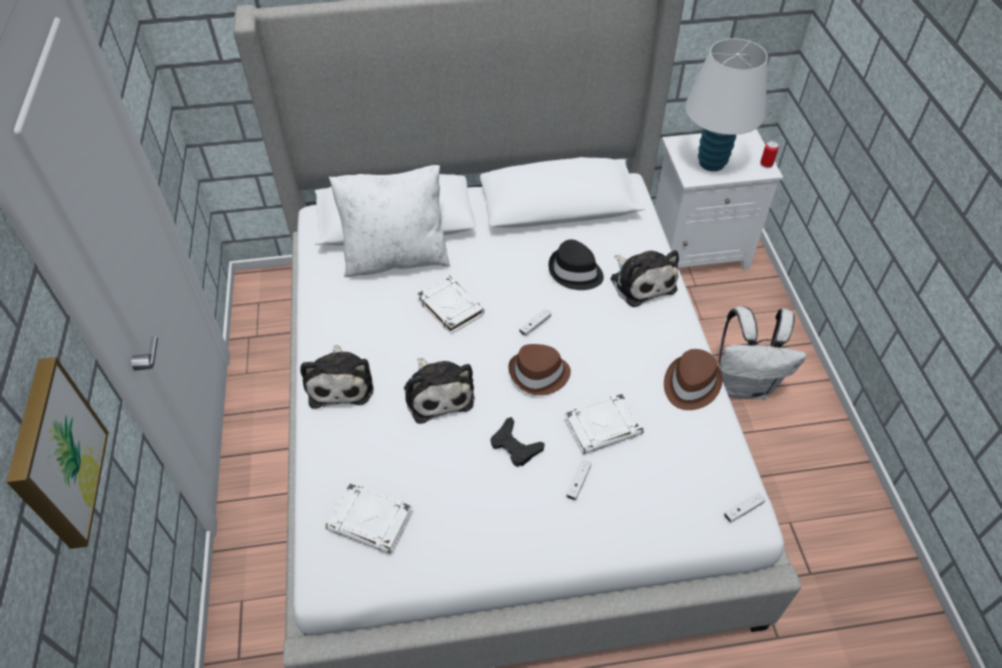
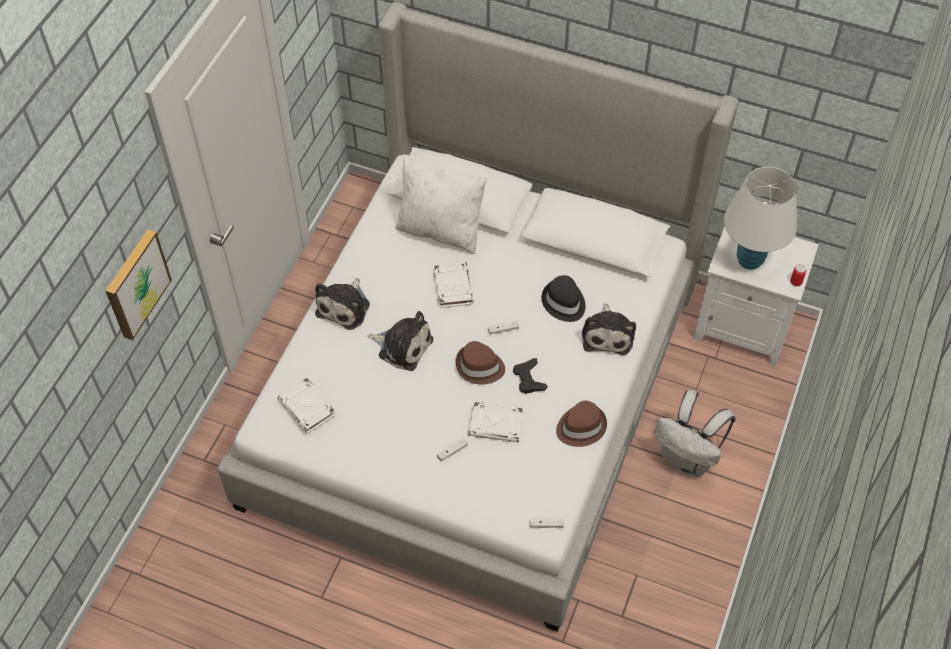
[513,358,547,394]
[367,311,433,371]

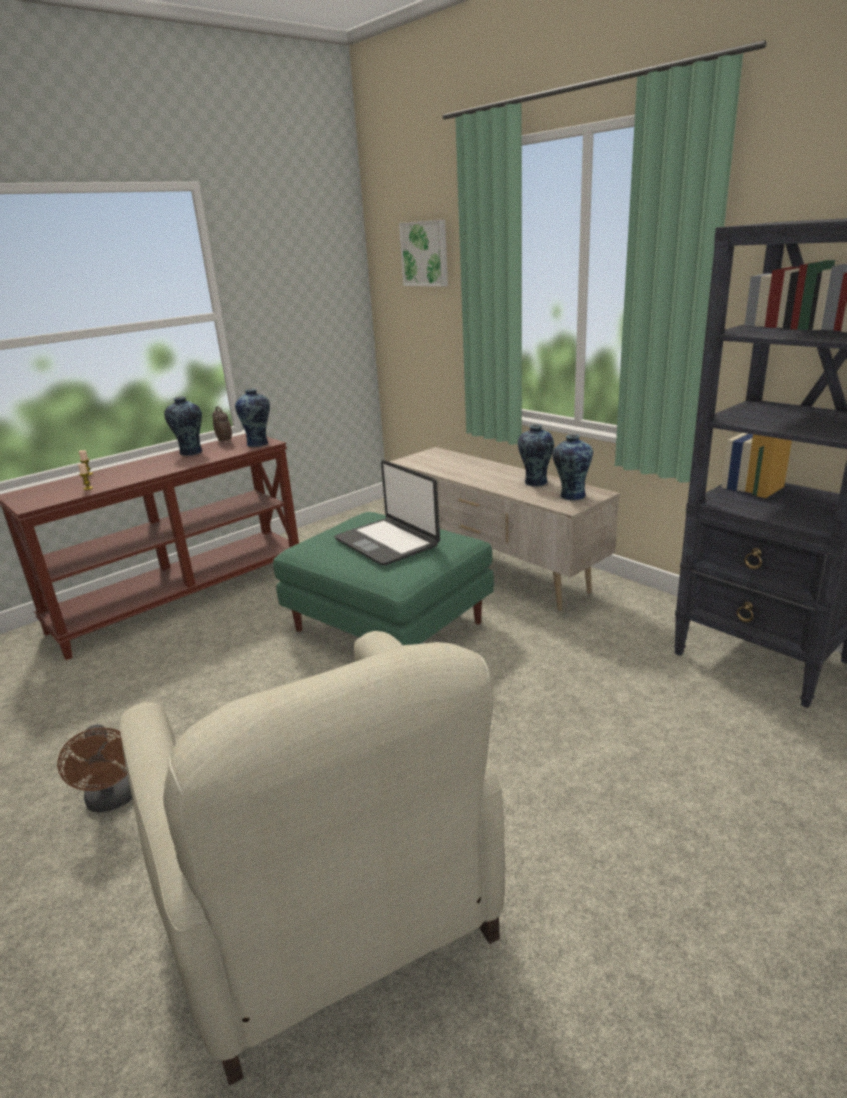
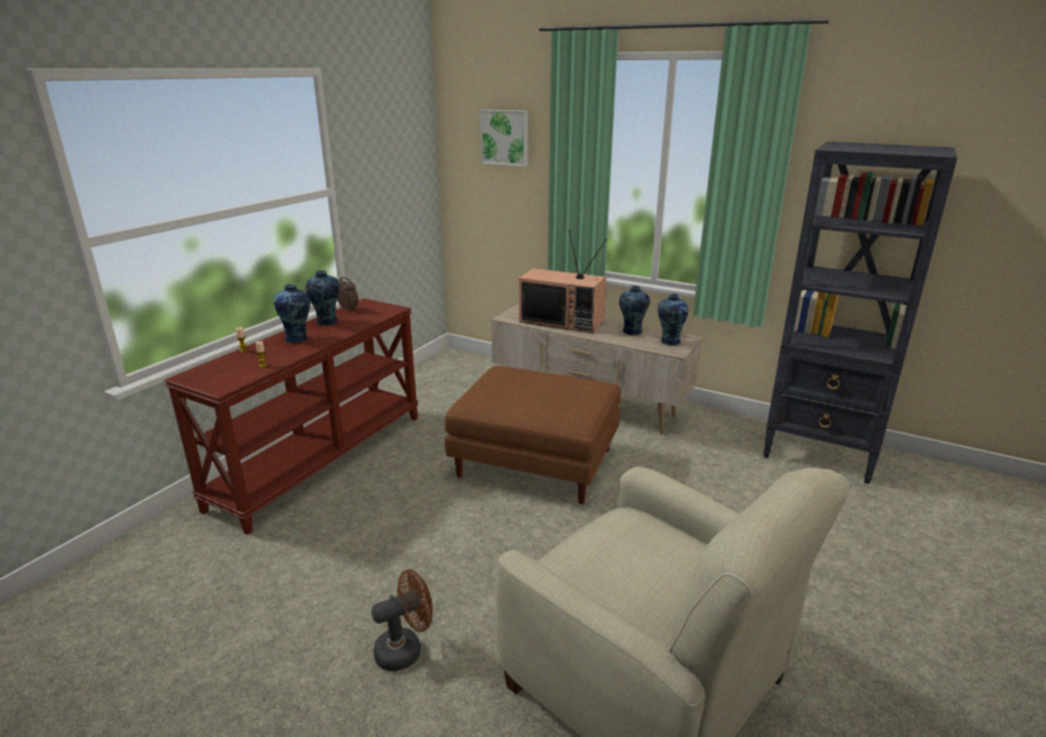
[334,460,440,565] (first image)
[519,230,607,333]
[274,284,310,343]
[445,366,621,504]
[371,569,433,671]

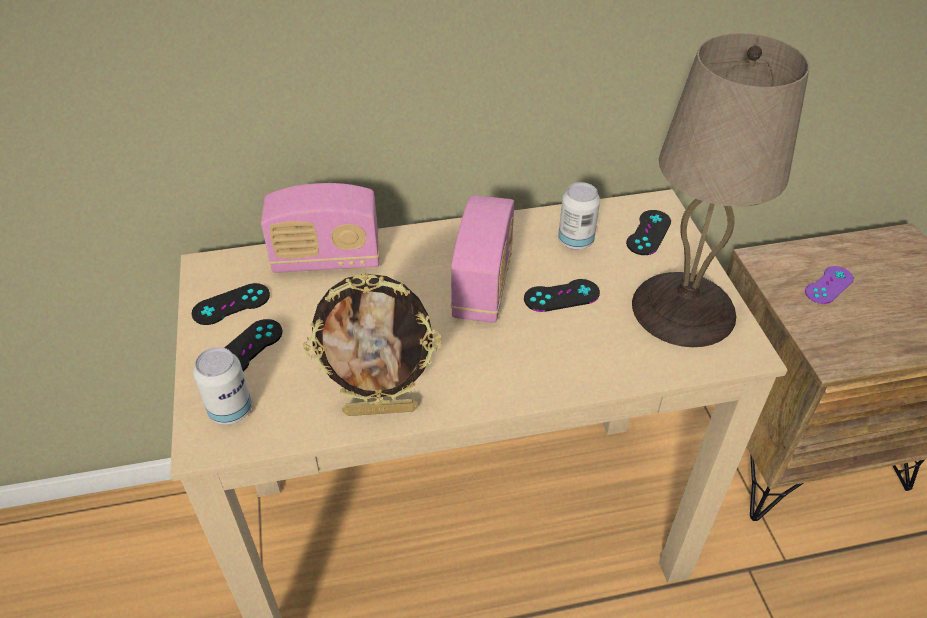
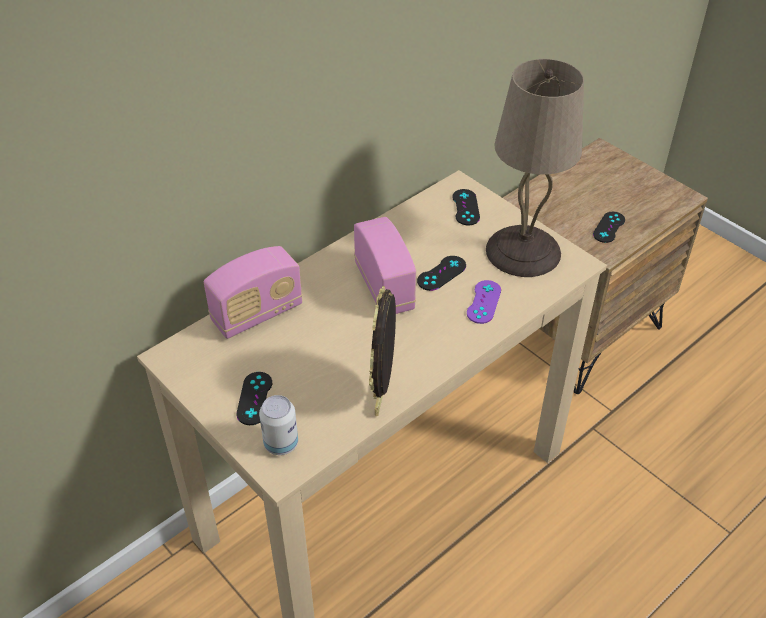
[558,182,600,250] (first image)
[593,212,625,243]
[467,280,501,324]
[369,286,396,416]

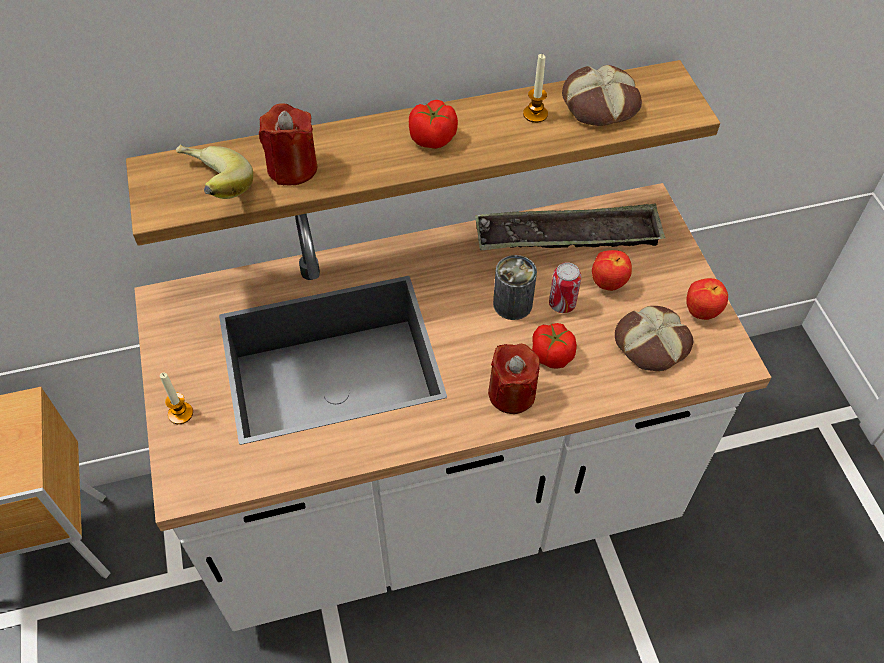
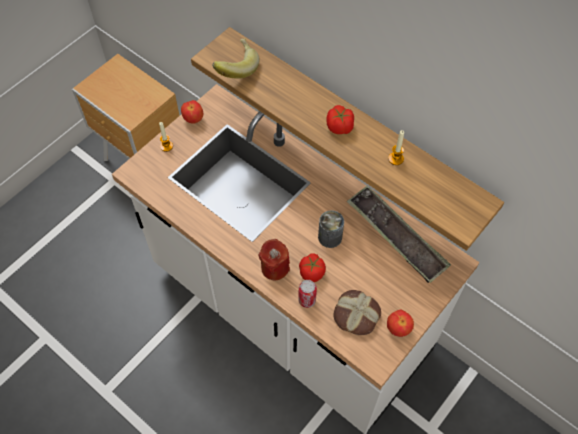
[259,103,317,186] (first image)
[562,65,642,126] (first image)
[298,280,317,308]
[181,100,203,123]

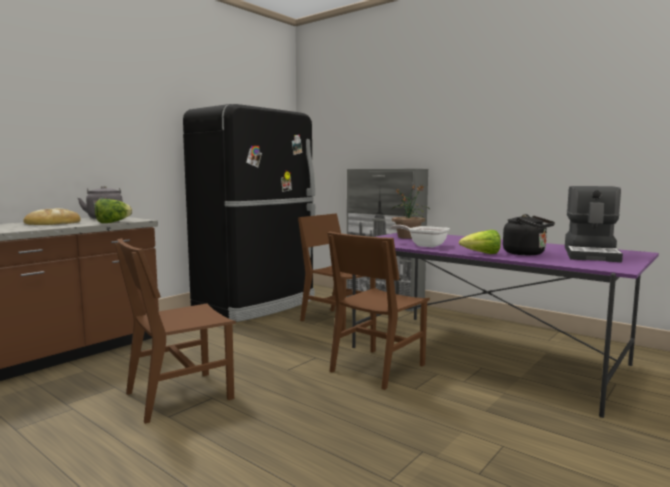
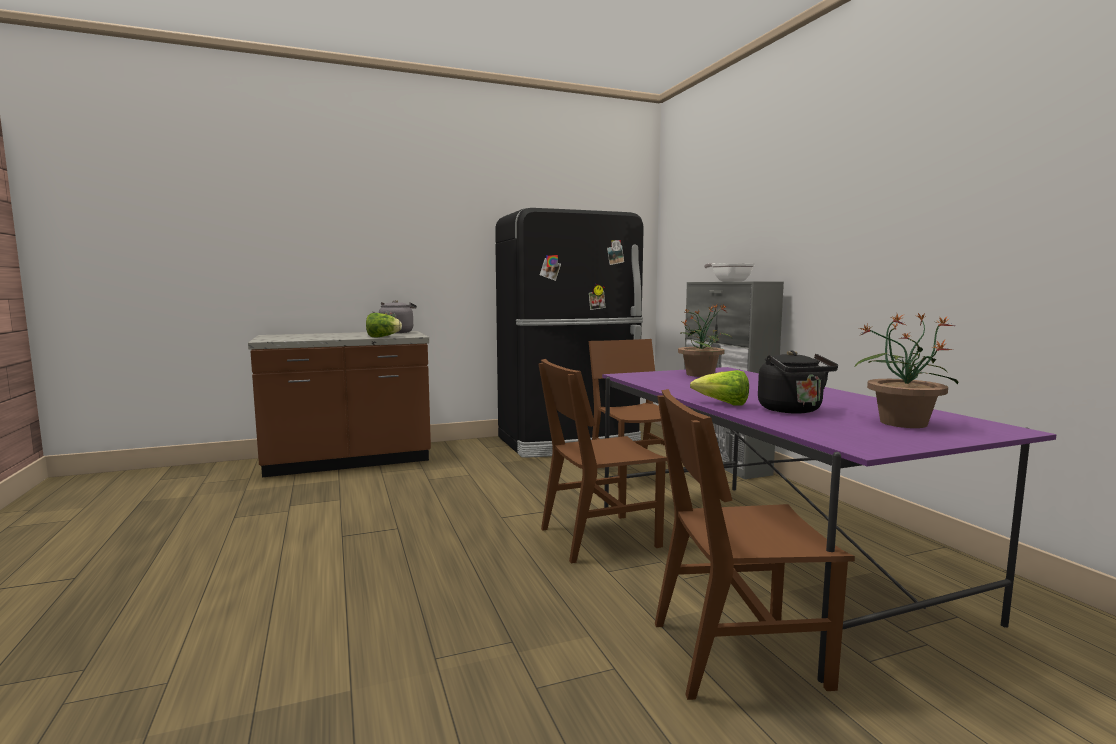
[23,208,81,225] (first image)
[655,389,855,700]
[704,263,755,282]
[854,313,959,428]

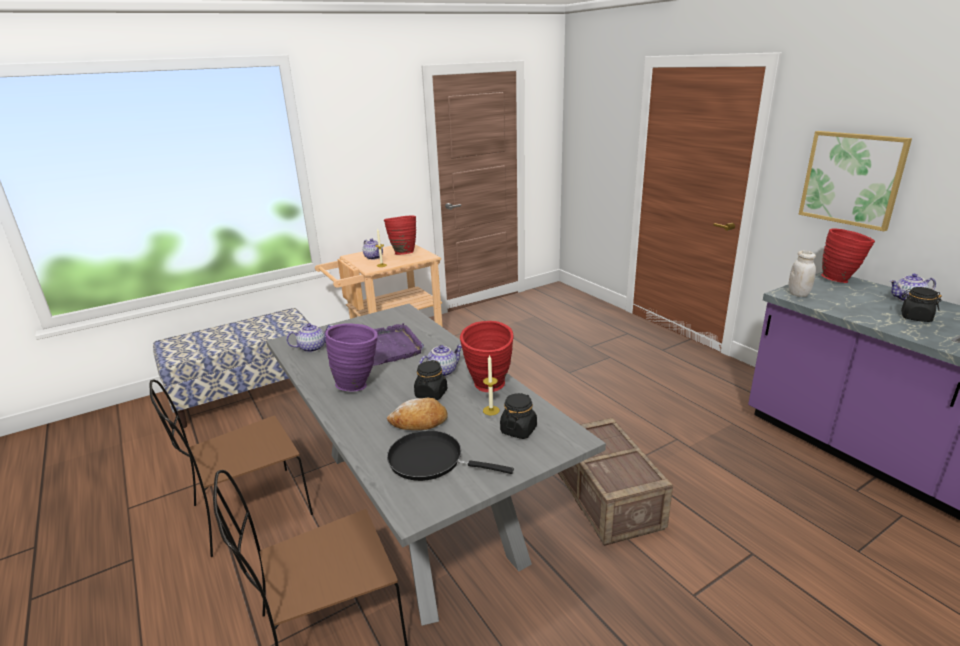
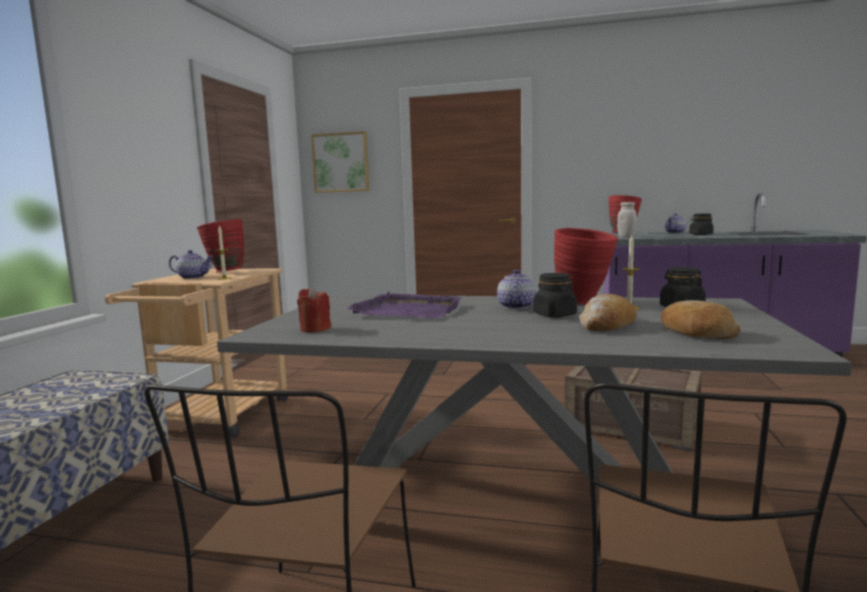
[325,323,378,391] (first image)
[311,131,369,193]
[297,287,331,333]
[661,300,740,339]

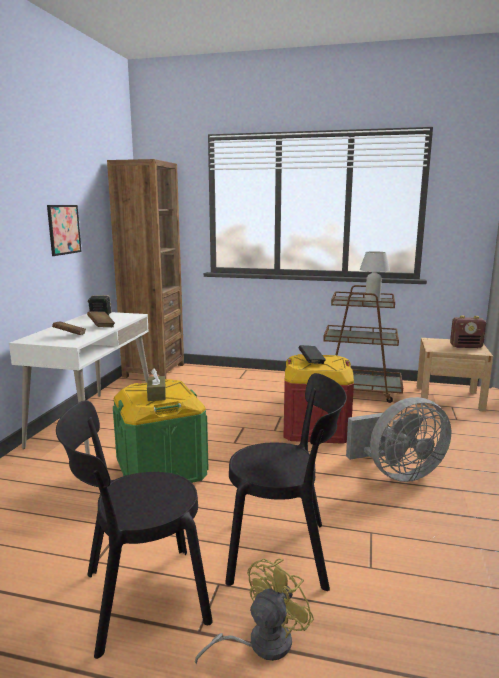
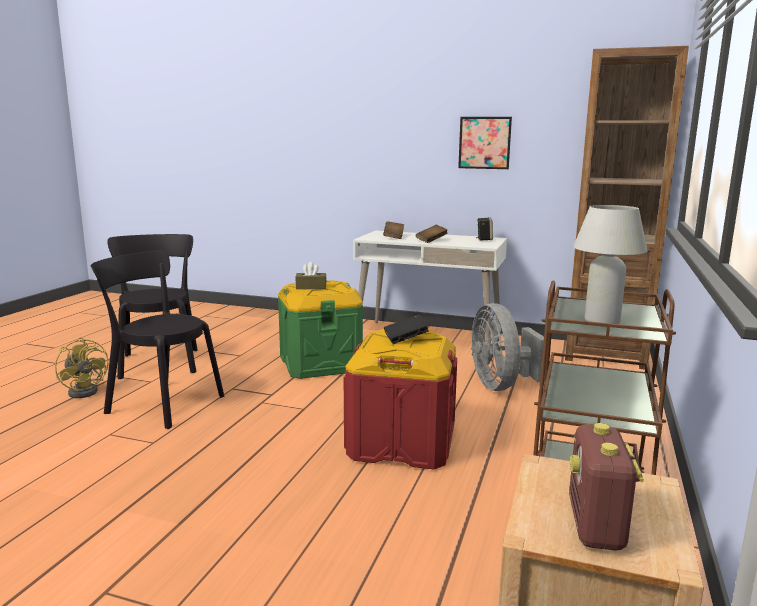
[471,303,545,391]
[91,250,224,429]

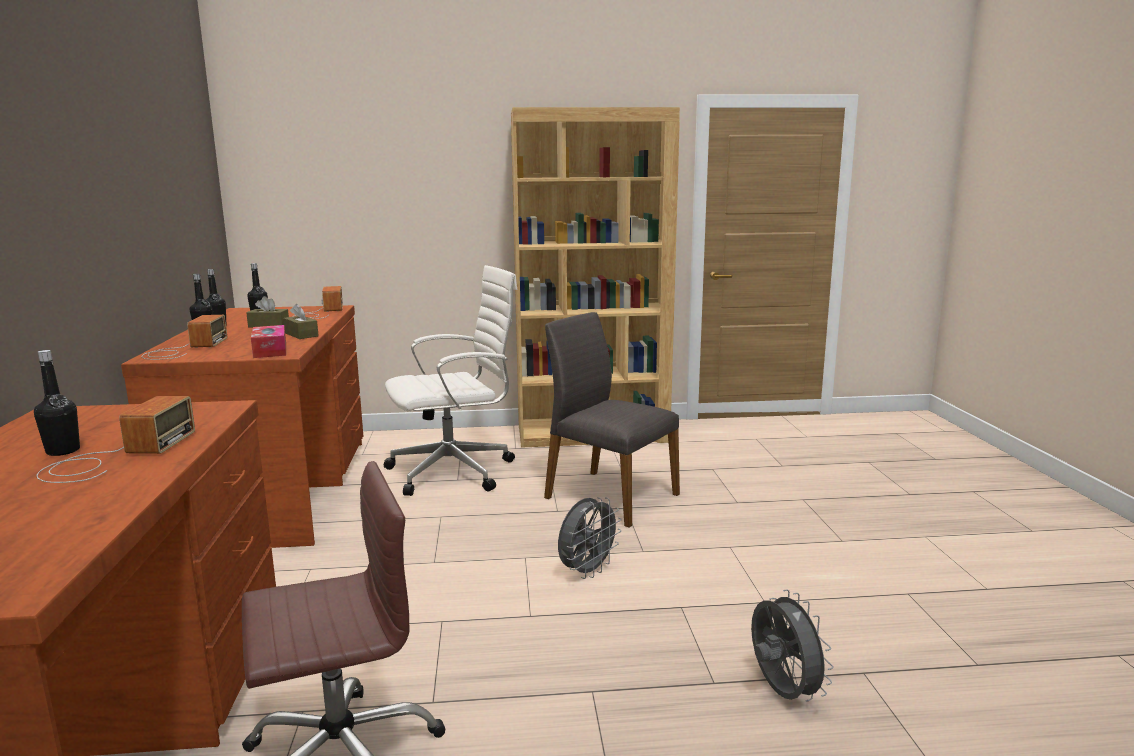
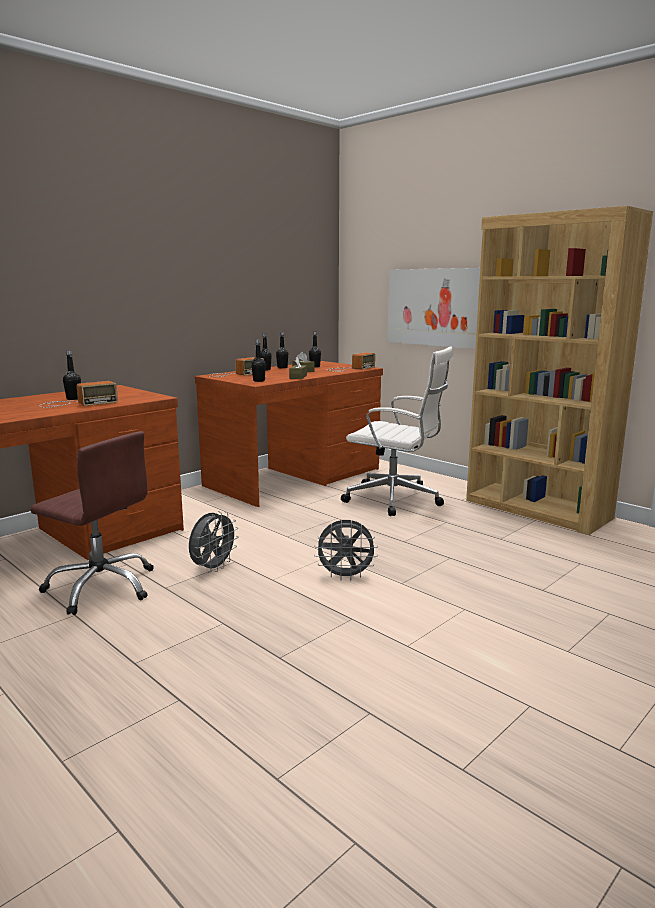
[544,312,680,527] (first image)
[387,268,480,349]
[189,511,239,573]
[251,339,266,382]

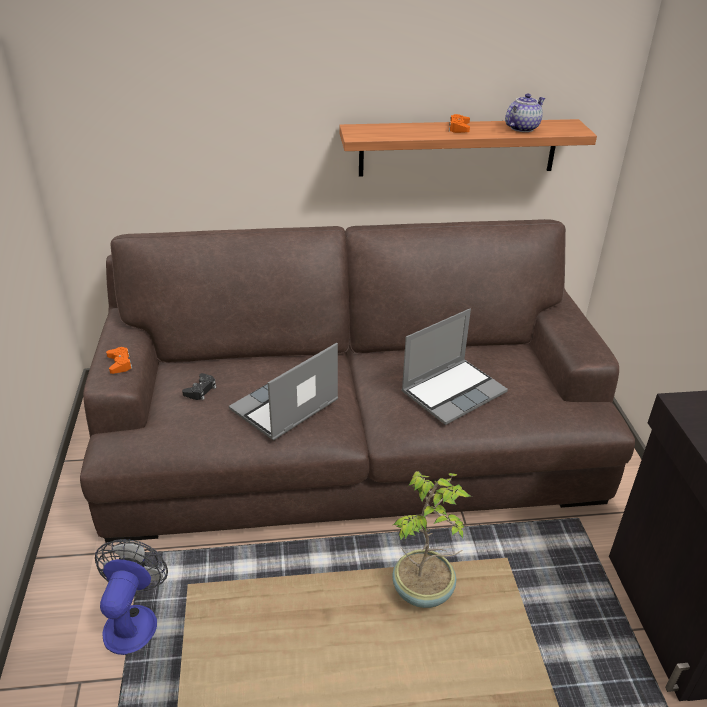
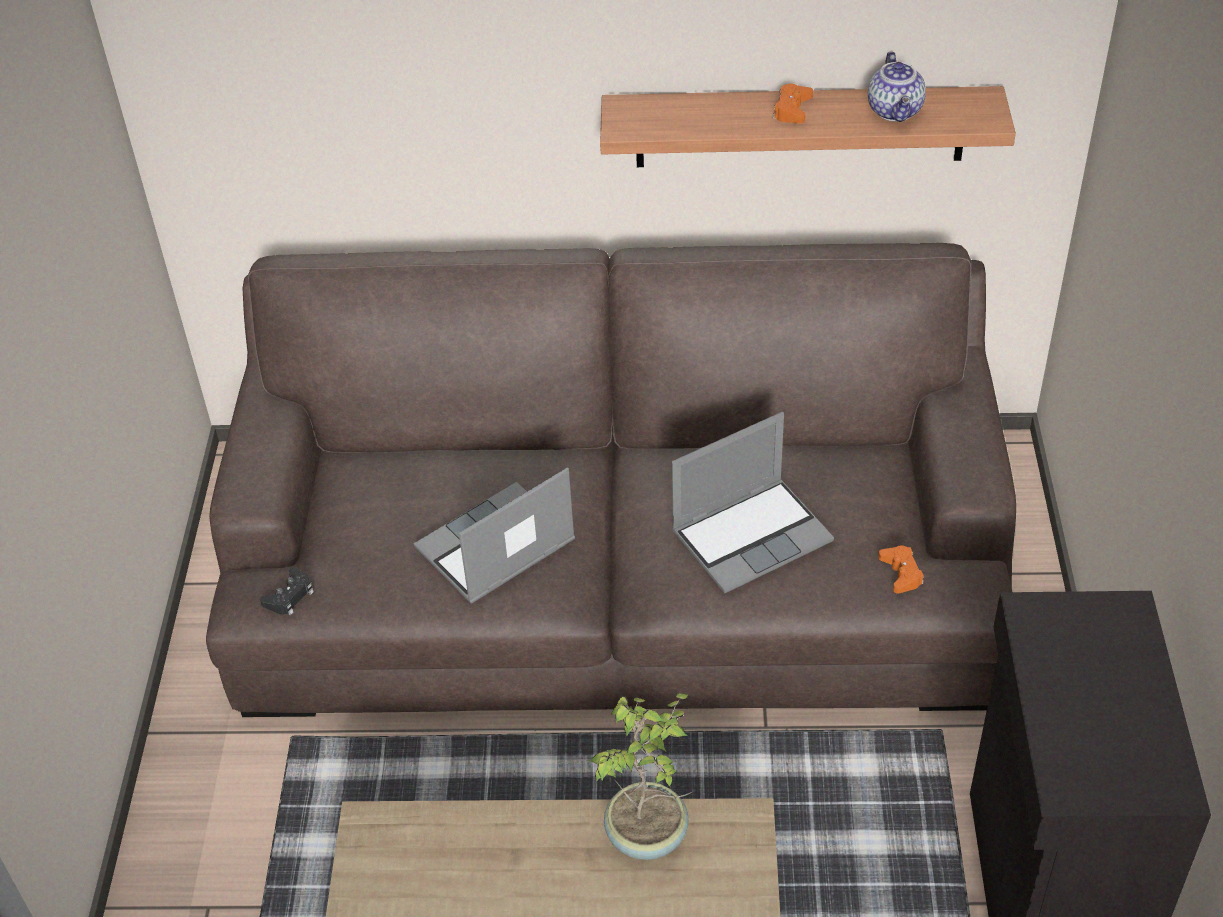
[95,539,168,655] (first image)
[878,545,924,594]
[260,567,314,615]
[868,51,926,122]

